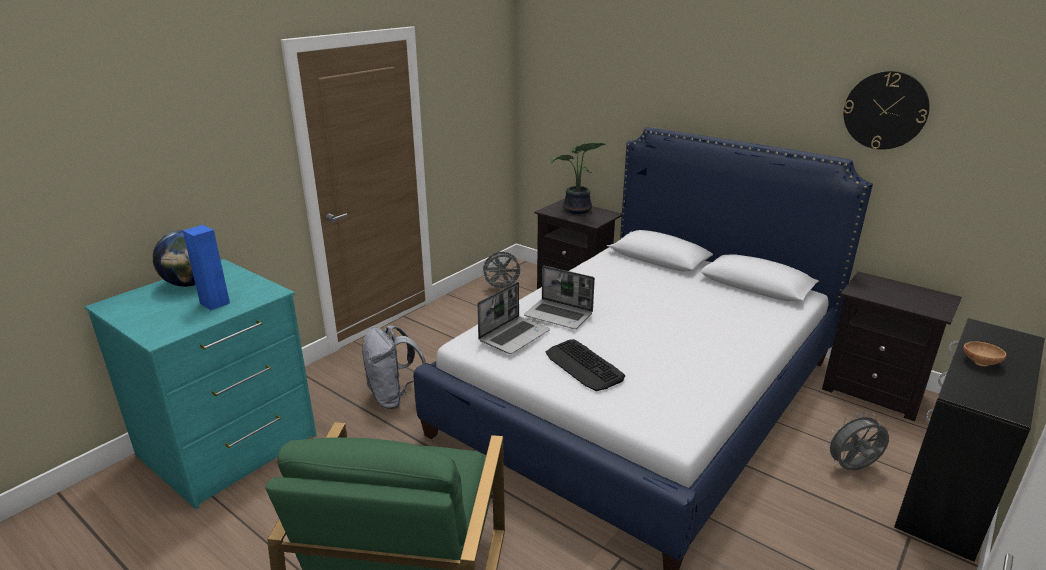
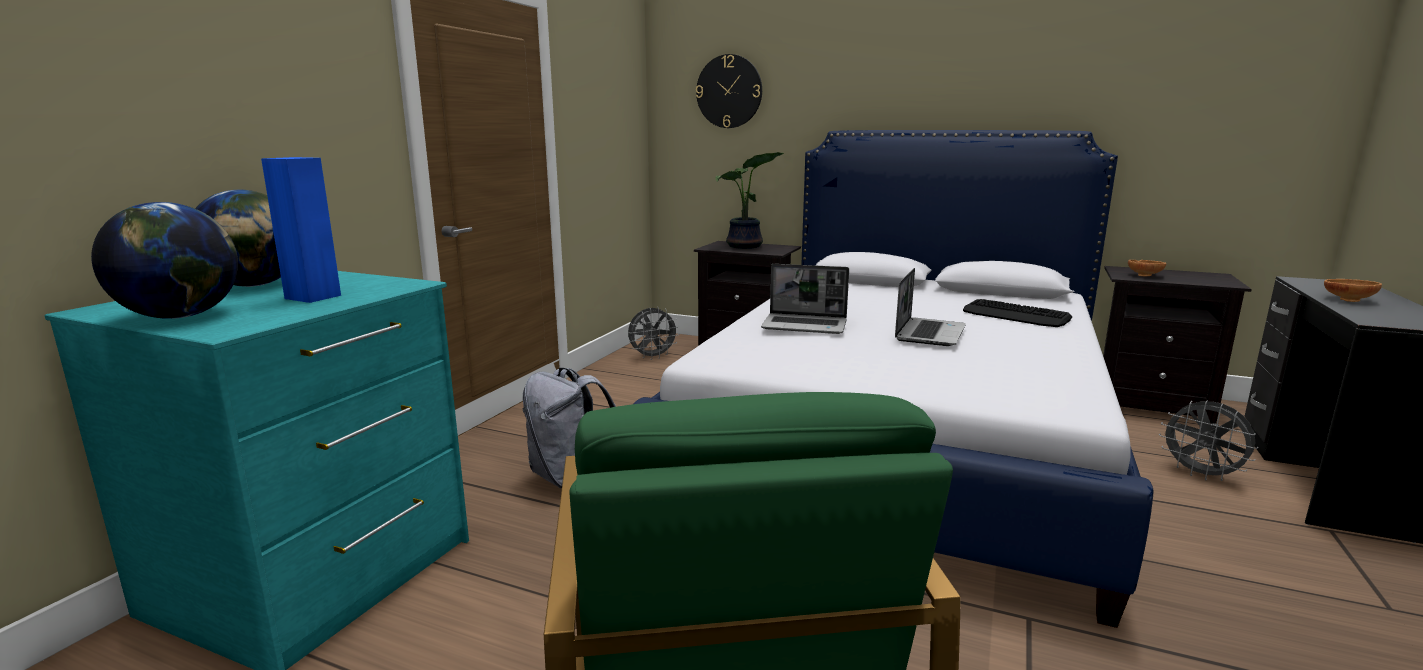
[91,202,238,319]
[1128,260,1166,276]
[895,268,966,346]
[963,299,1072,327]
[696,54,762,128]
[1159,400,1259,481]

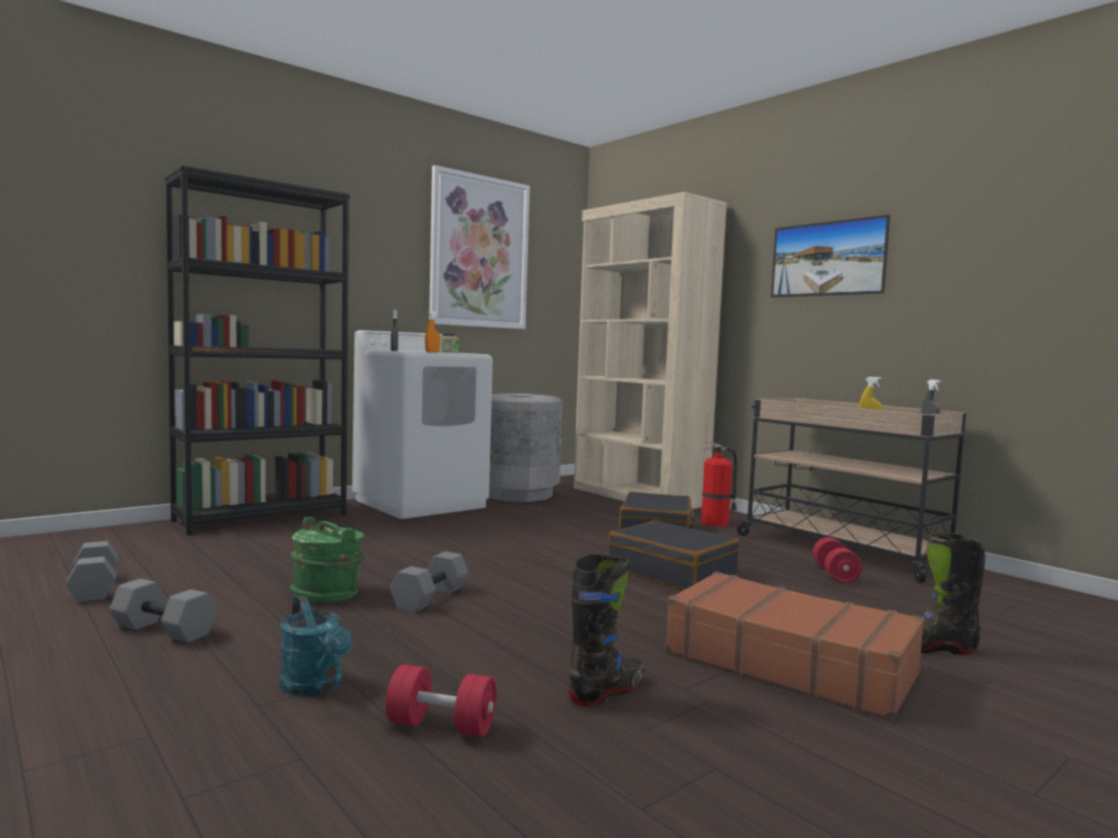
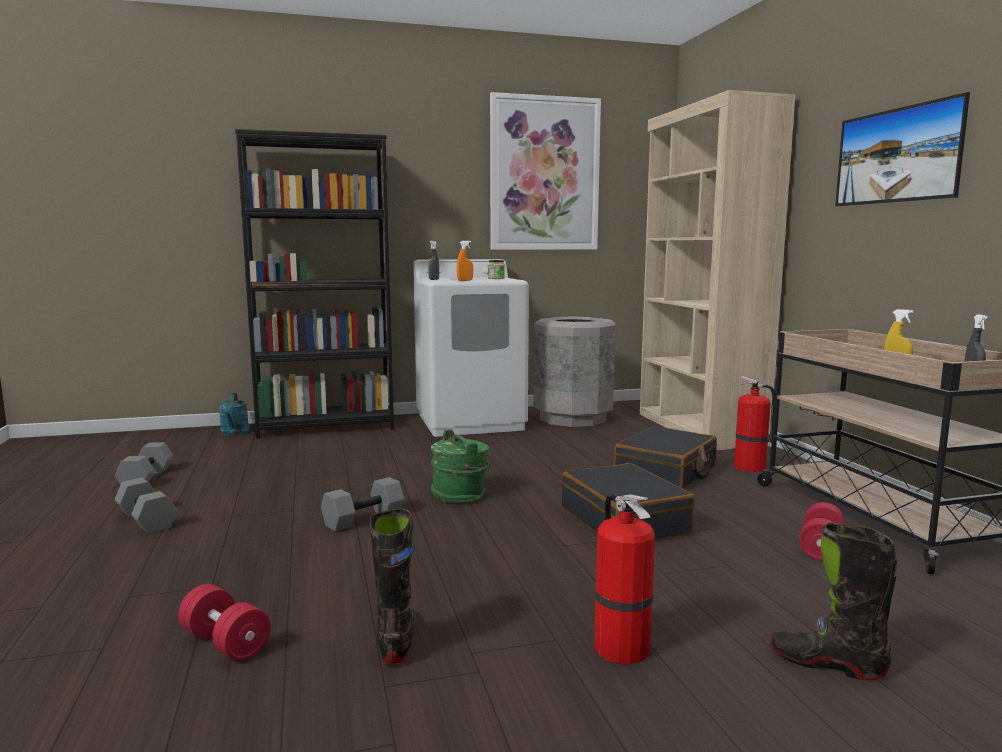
[219,393,250,436]
[431,430,490,503]
[594,494,655,664]
[370,508,415,664]

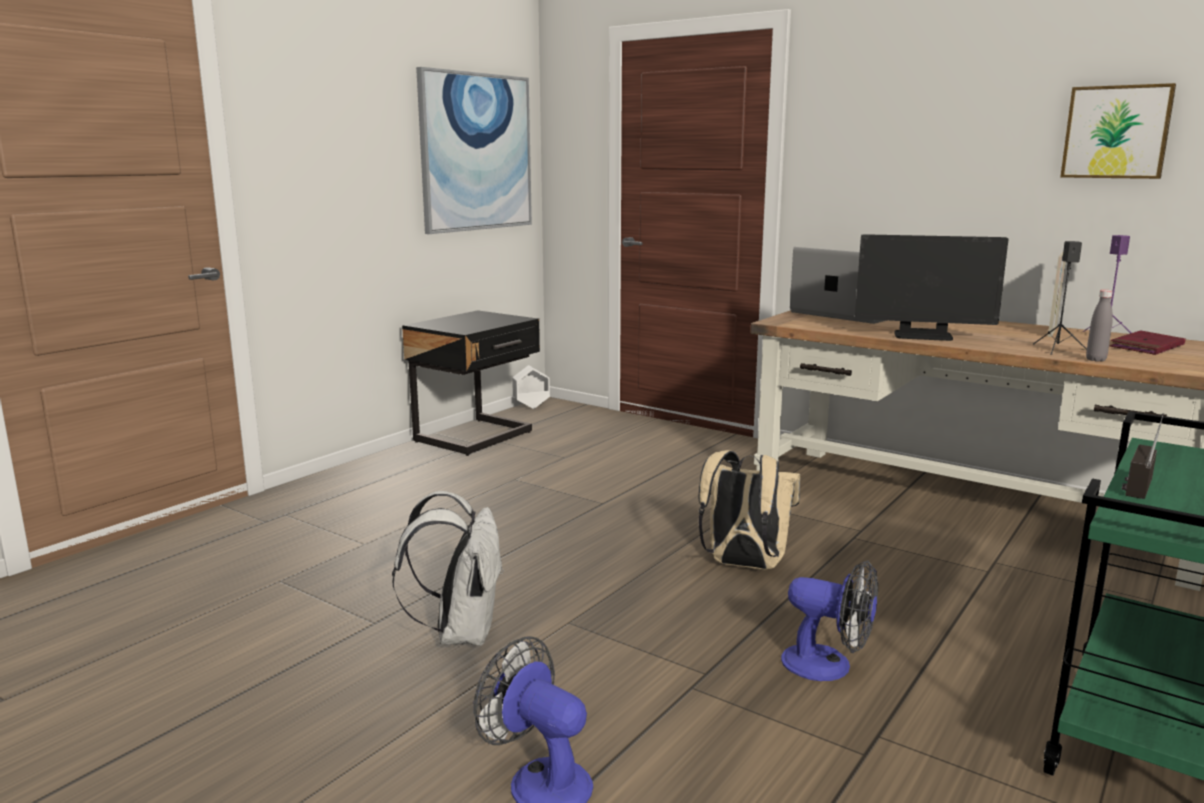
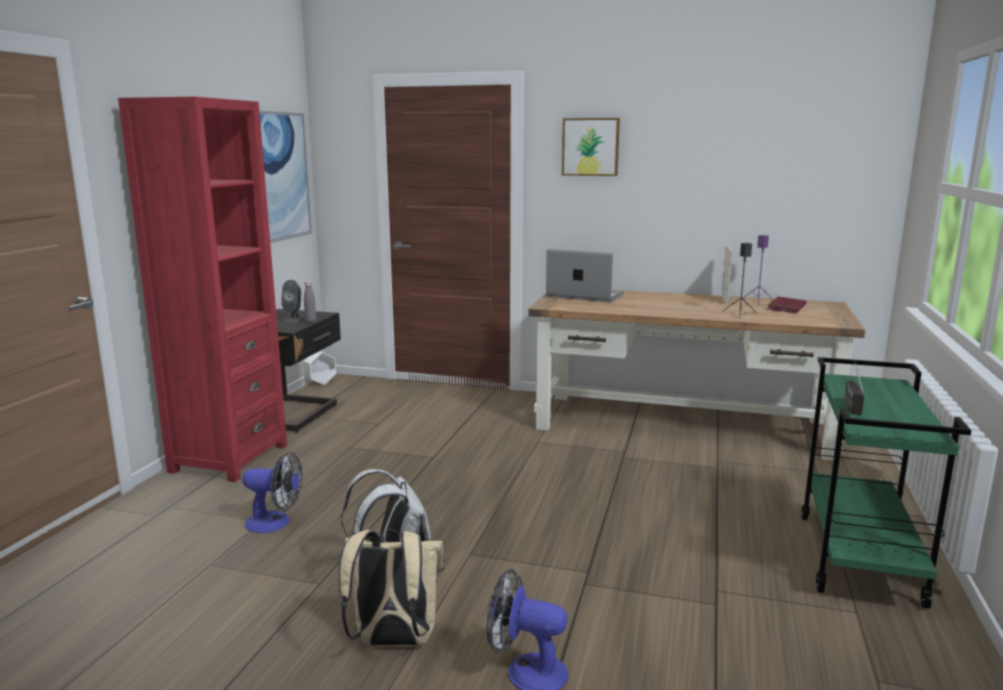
[855,234,1009,341] (first image)
[118,97,287,482]
[281,280,304,323]
[339,529,444,646]
[242,452,302,533]
[562,118,620,176]
[304,281,316,323]

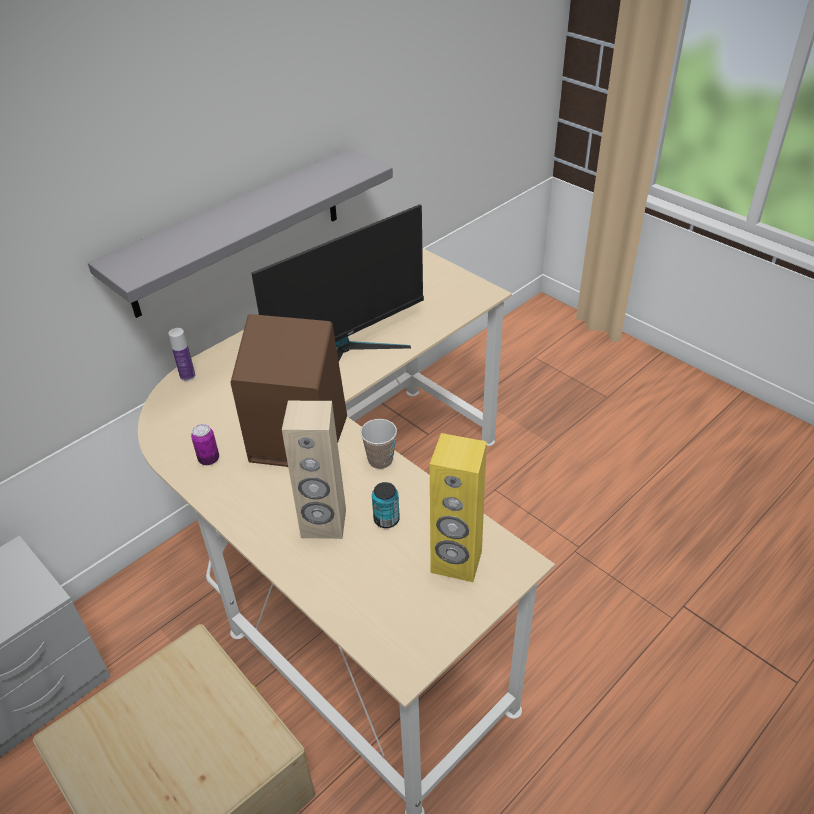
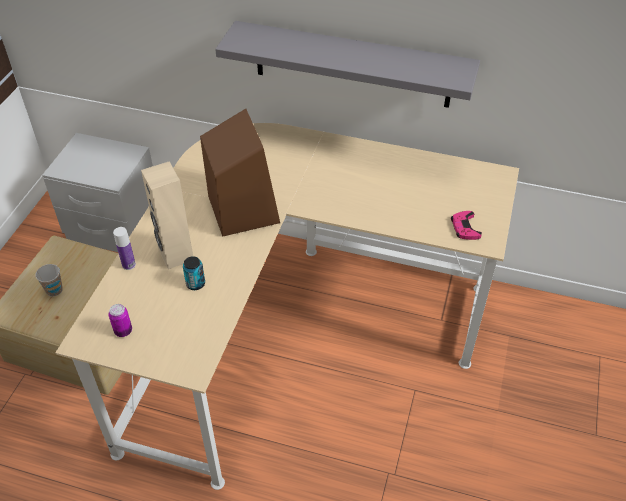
[251,205,424,361] (first image)
[430,433,487,582] (first image)
[451,211,482,240]
[113,227,136,270]
[108,304,132,337]
[35,264,63,297]

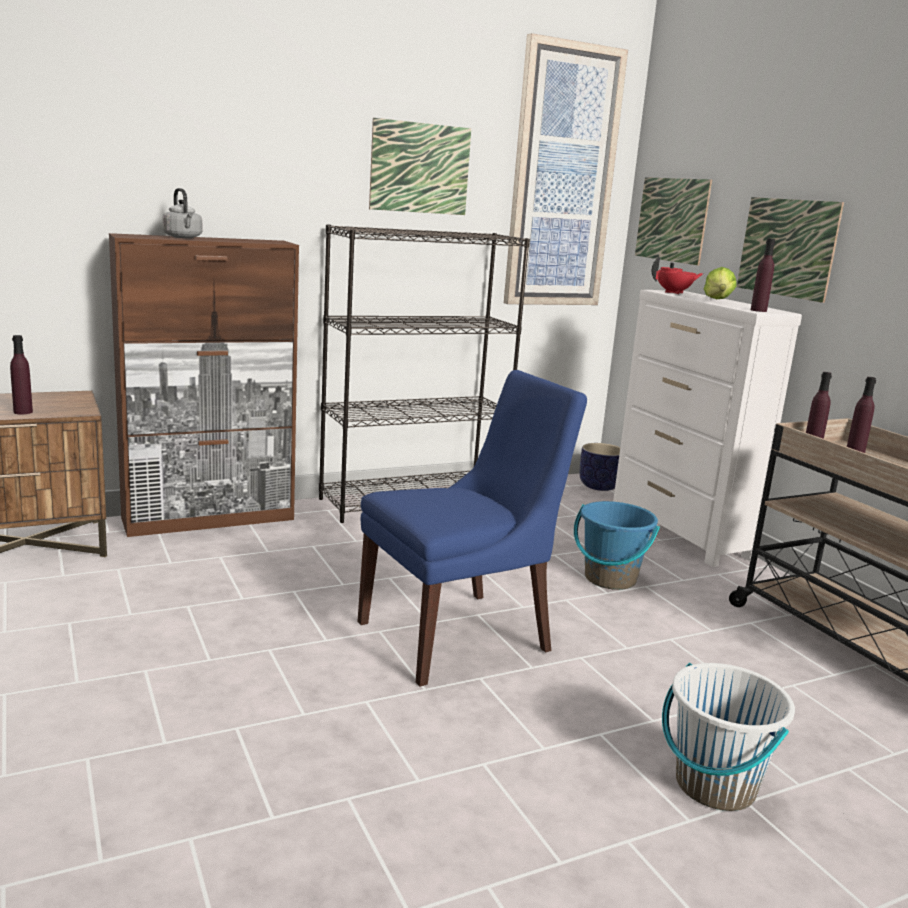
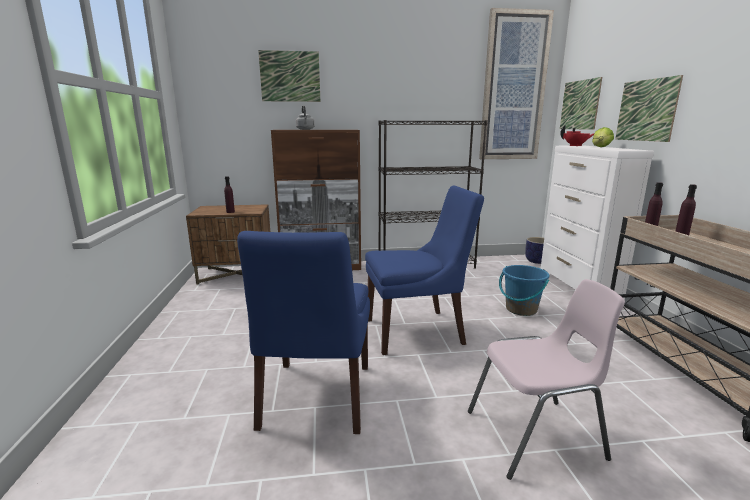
[751,239,775,312] (first image)
[237,231,370,434]
[258,50,320,102]
[468,279,625,480]

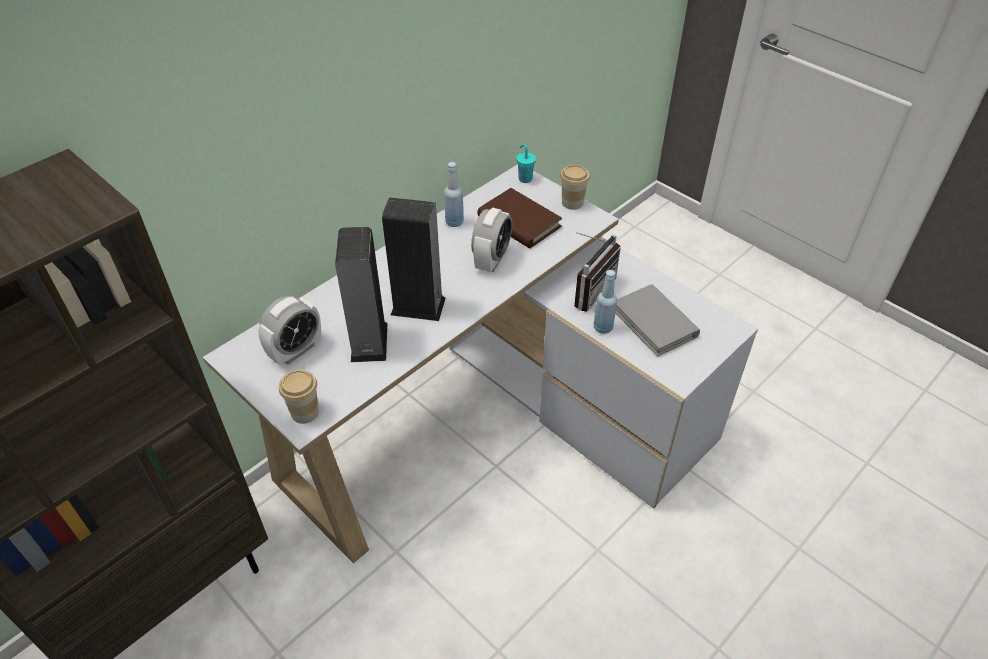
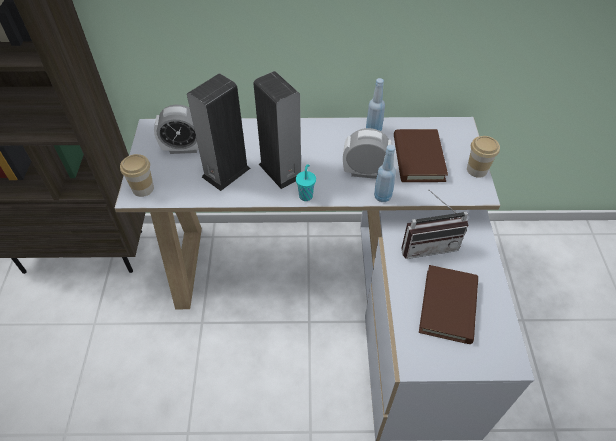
[296,165,316,201]
[374,145,396,202]
[419,265,478,344]
[343,128,393,179]

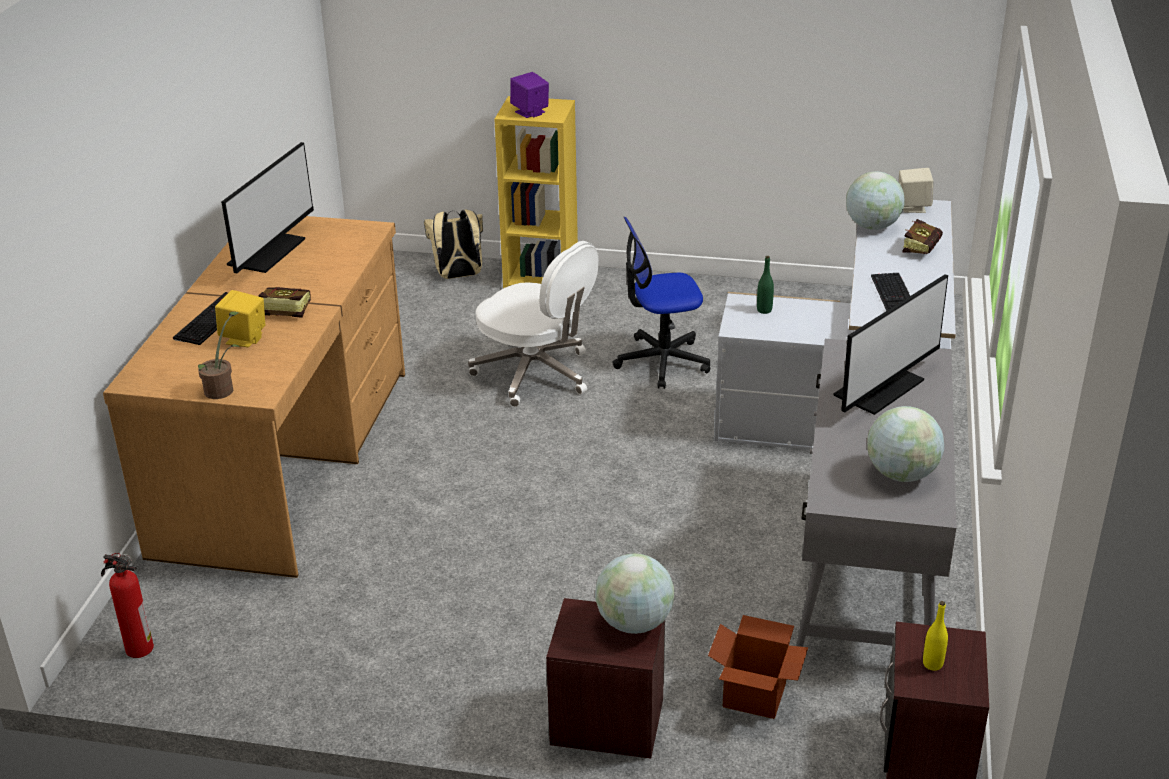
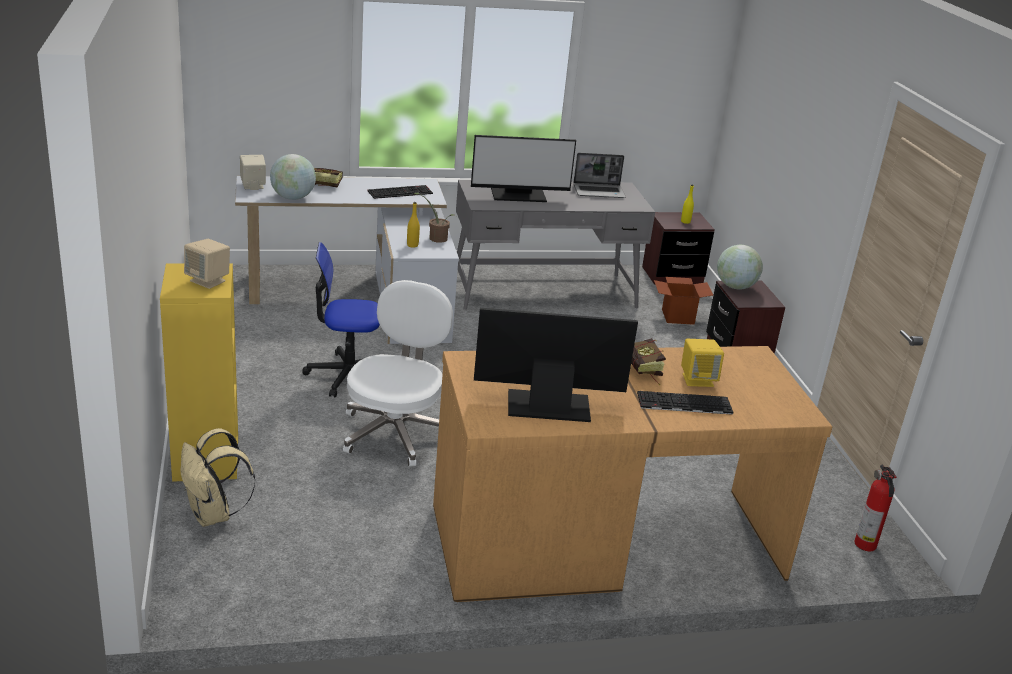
[414,192,456,243]
[573,153,626,198]
[184,239,230,289]
[407,202,420,248]
[302,242,380,398]
[471,135,576,202]

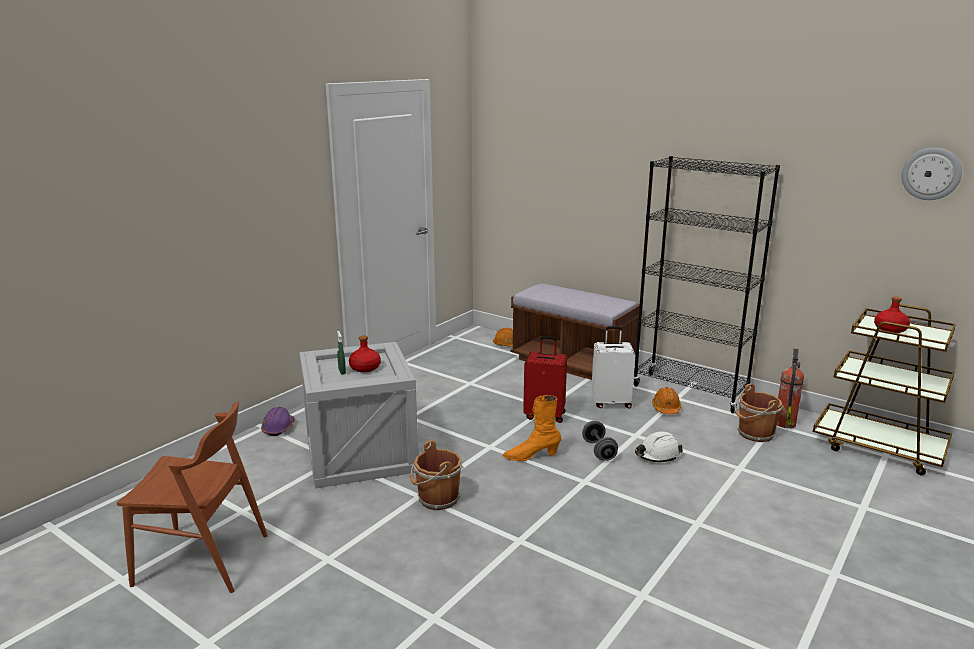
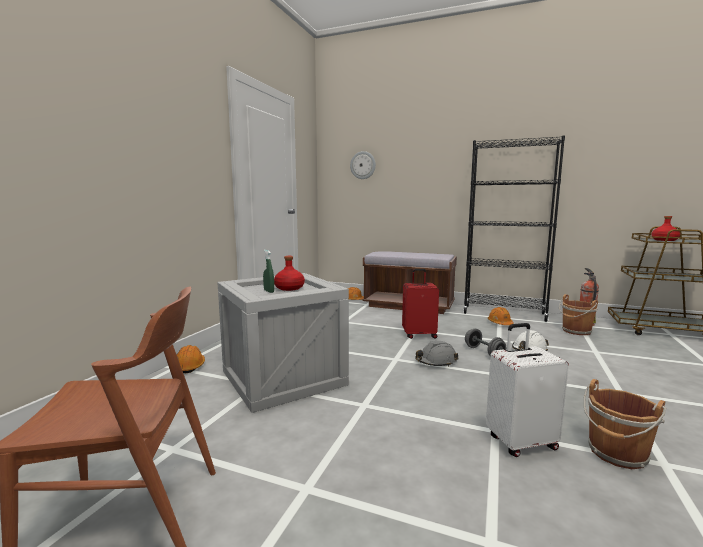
[583,379,666,469]
[486,323,569,457]
[350,151,376,179]
[415,341,459,367]
[177,345,205,373]

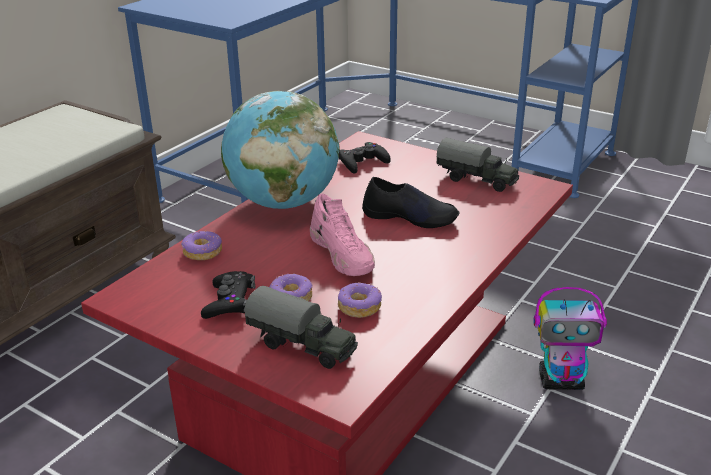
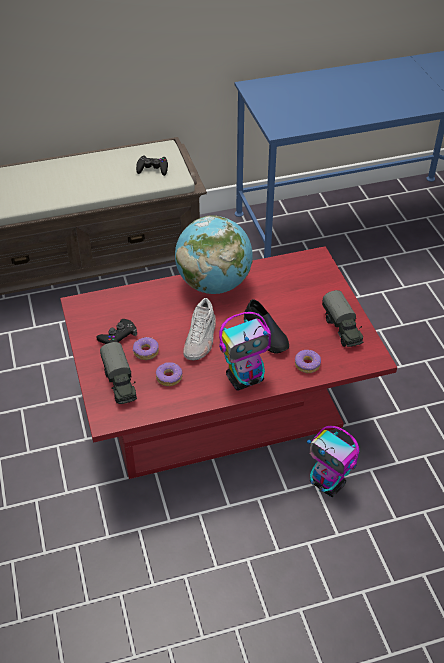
[219,312,271,391]
[295,350,321,373]
[136,155,168,176]
[183,298,216,360]

